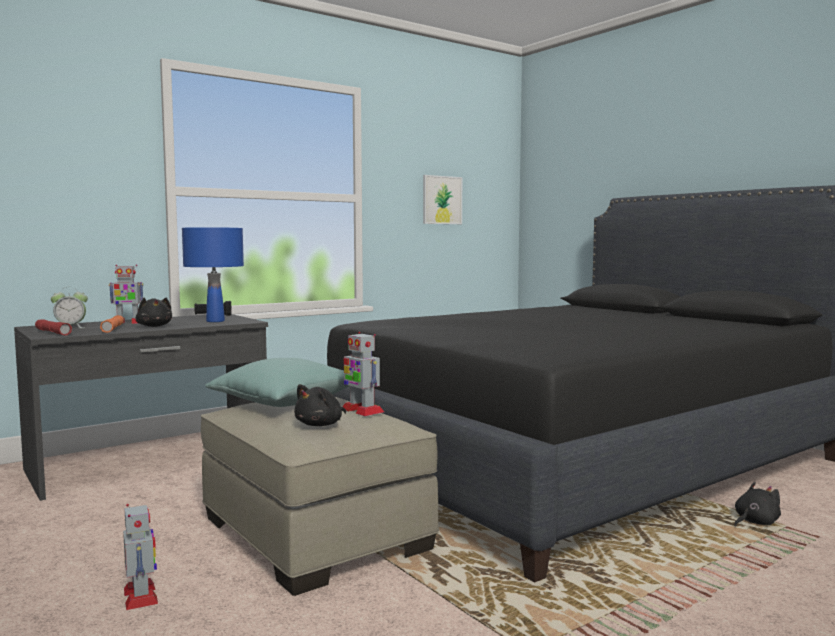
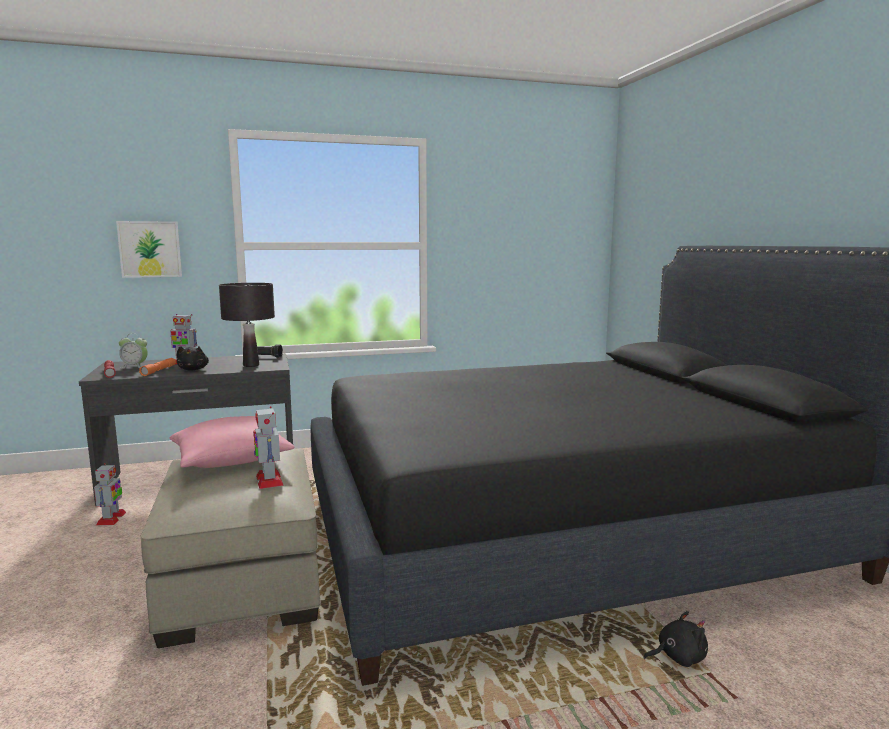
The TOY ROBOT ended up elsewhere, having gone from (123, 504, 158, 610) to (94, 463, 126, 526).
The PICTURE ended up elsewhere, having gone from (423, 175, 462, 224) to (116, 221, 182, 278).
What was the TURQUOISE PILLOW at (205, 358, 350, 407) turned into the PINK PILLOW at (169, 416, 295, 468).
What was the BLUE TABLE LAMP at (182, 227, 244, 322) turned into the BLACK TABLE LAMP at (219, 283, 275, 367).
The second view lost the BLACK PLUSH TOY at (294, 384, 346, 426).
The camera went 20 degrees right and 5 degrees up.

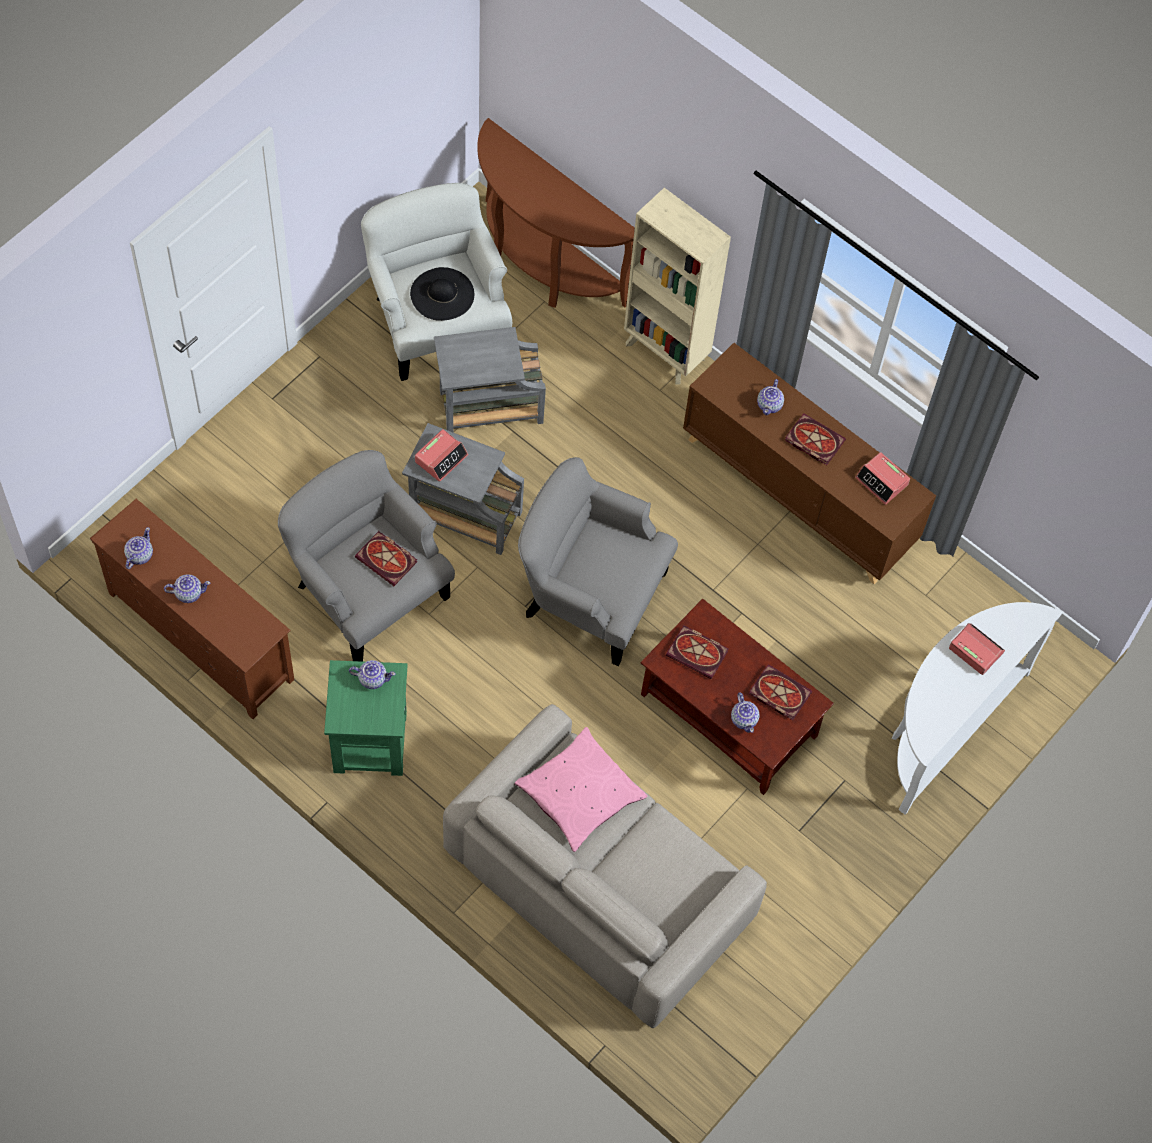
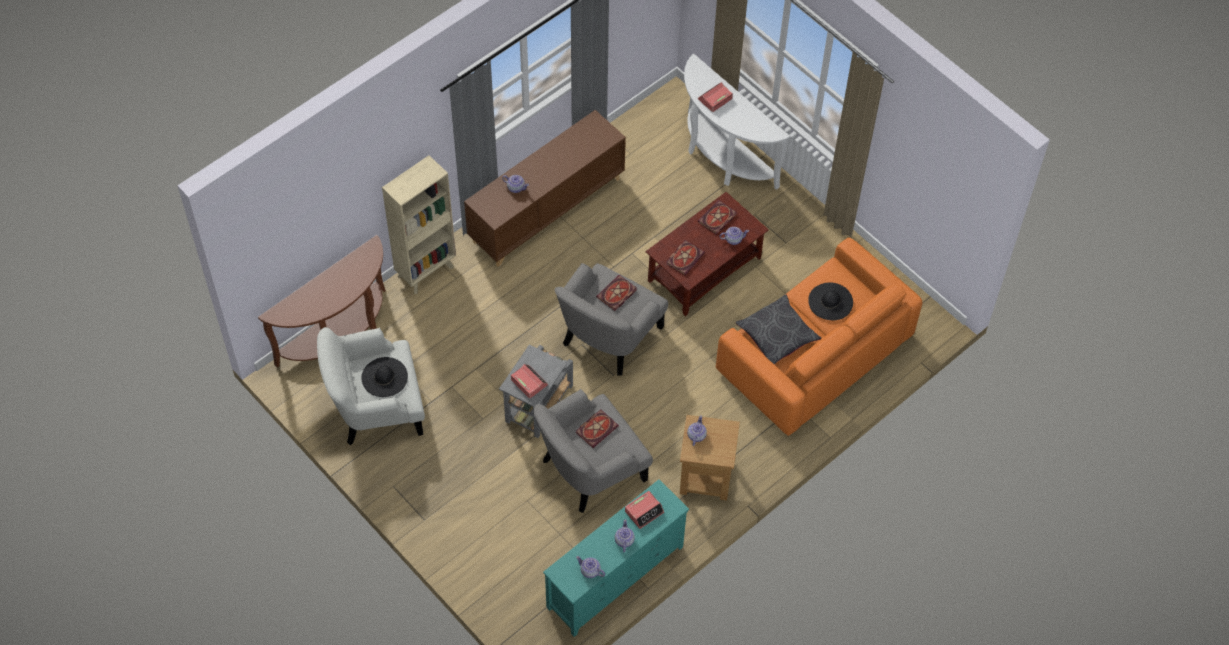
What was the BROWN TV STAND at (90, 499, 294, 719) turned into the TURQUOISE TV STAND at (543, 479, 689, 637).
The BOOK ended up elsewhere, having gone from (785, 413, 846, 465) to (596, 275, 637, 311).
The ALARM CLOCK ended up elsewhere, having gone from (855, 452, 910, 505) to (625, 491, 664, 529).
What was the GREEN SIDE TABLE at (324, 660, 408, 776) turned into the BROWN SIDE TABLE at (680, 415, 740, 500).
What was the BEIGE SOFA at (443, 704, 767, 1028) turned into the ORANGE SOFA at (716, 237, 922, 436).
What was the PINK PILLOW at (515, 727, 647, 852) turned into the GREY PILLOW at (736, 294, 821, 364).
The second view gained the BLACK HAT at (808, 283, 853, 320).
The second view lost the GREY SIDE TABLE at (434, 327, 546, 432).
The camera went 80 degrees left and 5 degrees down.

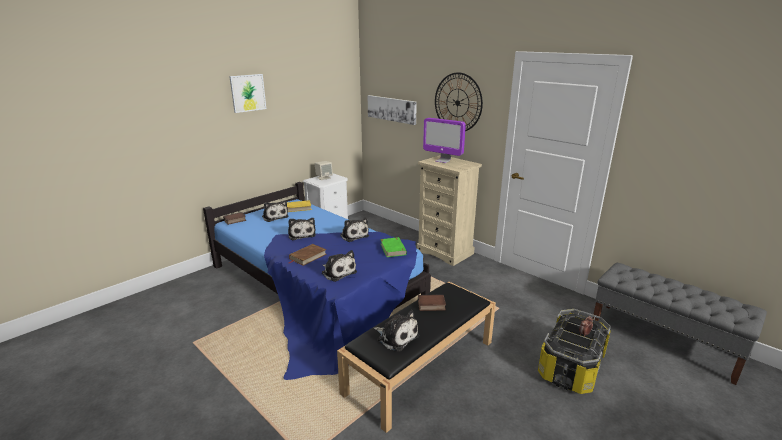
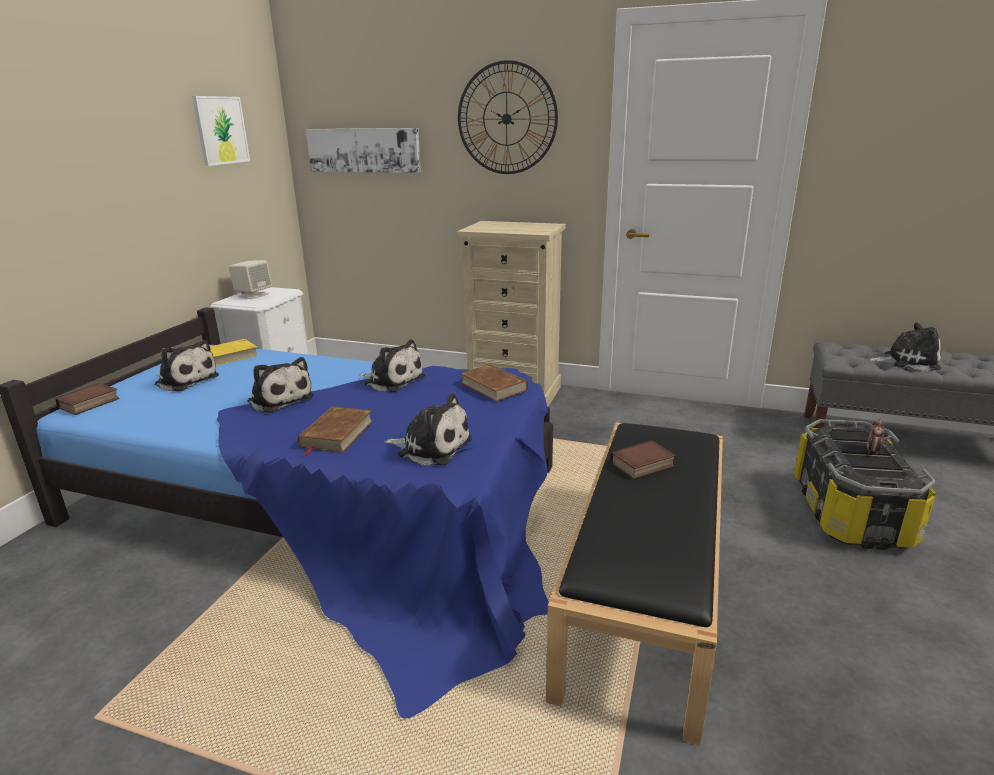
The PICTURE ended up elsewhere, having gone from (229, 74, 266, 113) to (192, 96, 250, 166).
What was the GREEN BOOK at (380, 237, 407, 257) turned into the BROWN BOOK at (460, 364, 528, 402).
The PLUSH TOY ended up elsewhere, having gone from (374, 310, 419, 352) to (869, 323, 941, 371).
The second view lost the MONITOR at (423, 118, 466, 163).
The camera went 25 degrees left and 0 degrees up.

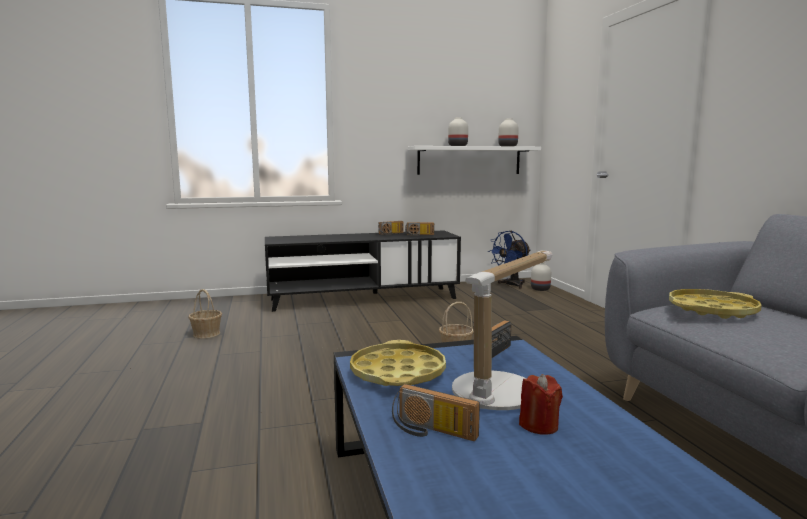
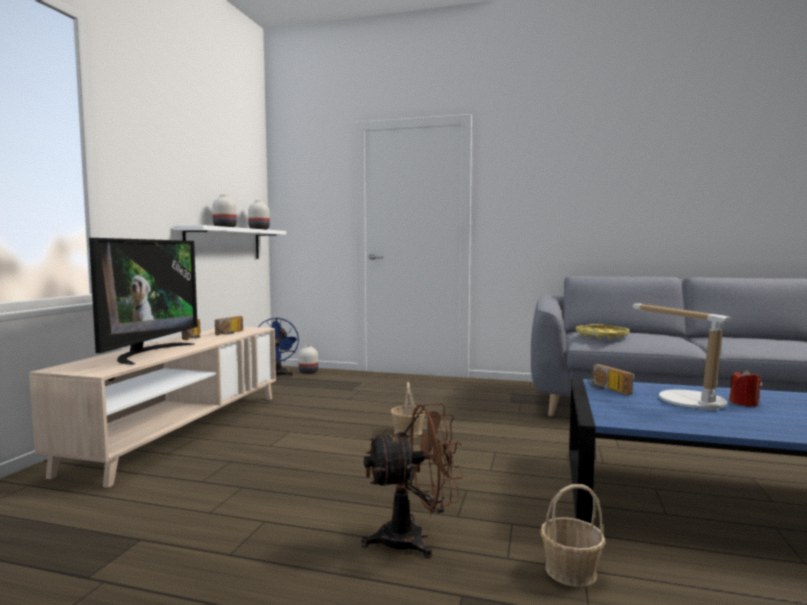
What was the BLACK TV STAND at (265, 230, 461, 312) turned into the BEIGE TV STAND at (29, 327, 276, 488).
The second view gained the TELEVISION at (89, 238, 198, 365).
The second view gained the BROWN FAN at (361, 403, 464, 558).
The BASKET ended up elsewhere, having gone from (188, 289, 222, 339) to (541, 484, 605, 587).
The second view lost the YELLOW TRAY at (350, 340, 446, 386).
The second view lost the RADIO at (392, 384, 480, 441).
The camera went 60 degrees left and 5 degrees down.

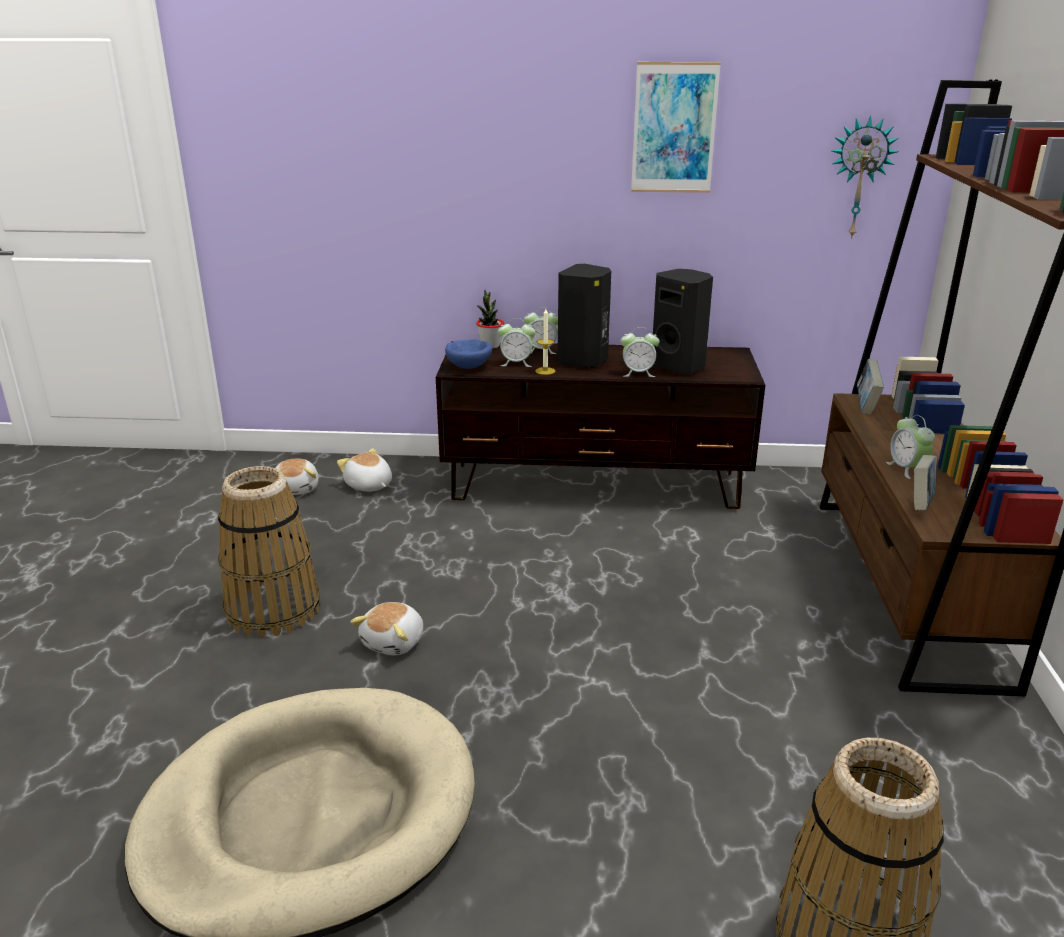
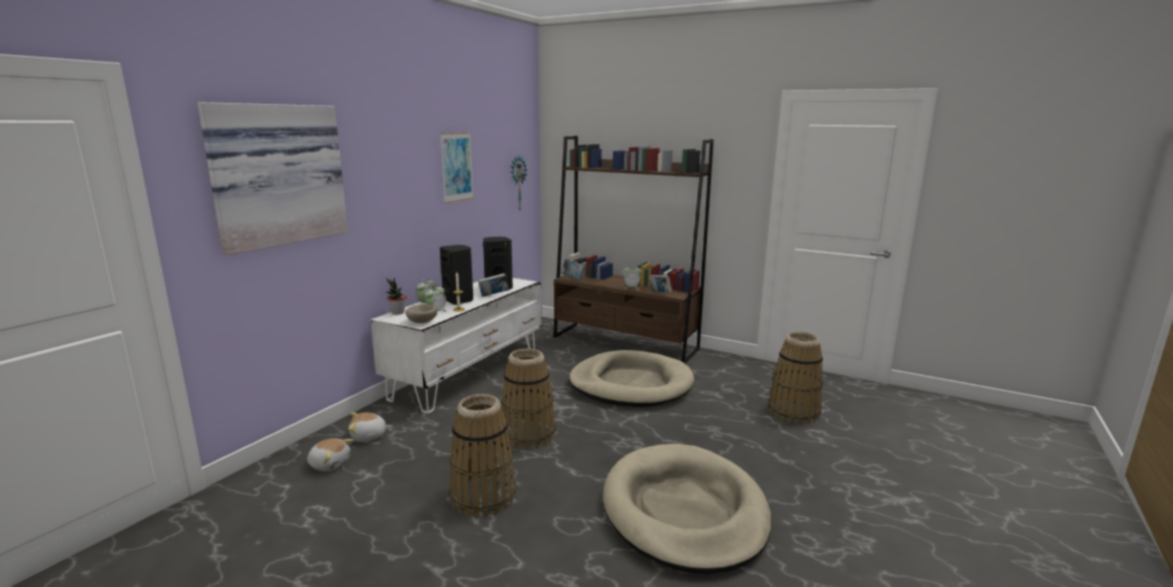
The second view gained the PICTURE at (197, 102, 348, 255).
What was the BROWN TV STAND at (436, 341, 765, 509) turned into the WHITE TV STAND at (371, 278, 542, 414).
What was the BLUE BOWL at (445, 339, 492, 369) turned into the BEIGE BOWL at (405, 304, 437, 323).
Where the ALARM CLOCK stood at (621, 327, 660, 377), the BOOK came to stand at (478, 273, 508, 297).
The second view gained the BASKET at (501, 348, 556, 450).
The second view gained the BEIGE DOG BED at (569, 350, 694, 407).
The second view lost the PLUSH TOY at (350, 602, 423, 656).
The camera went 65 degrees left and 10 degrees down.

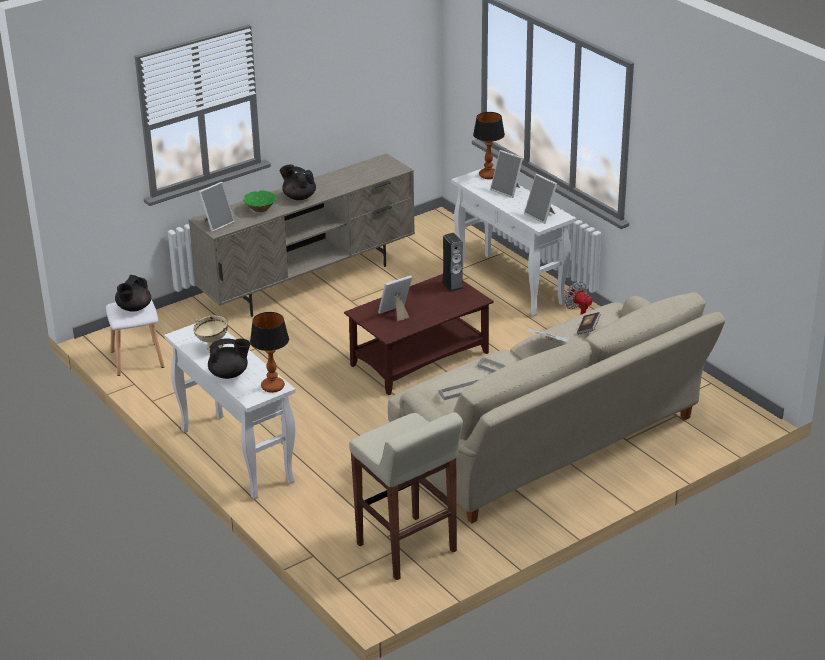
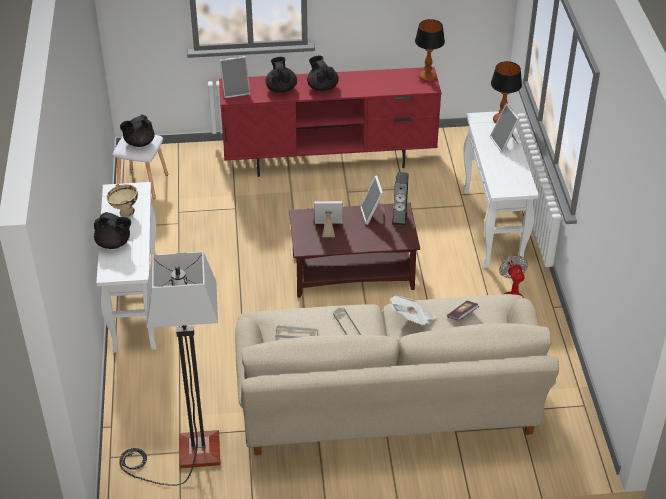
Where the BEIGE STOOL stood at (349, 412, 463, 580), the FLOOR LAMP came to stand at (119, 251, 221, 486).
What was the BEIGE TV STAND at (188, 153, 415, 317) turned into the RED TV STAND at (219, 67, 442, 177).
Where the GREEN BOWL stood at (243, 190, 276, 212), the BLACK TEAPOT came to stand at (265, 57, 297, 93).
The PICTURE FRAME ended up elsewhere, having gone from (524, 174, 557, 224) to (360, 176, 387, 225).
The TABLE LAMP ended up elsewhere, having gone from (250, 312, 289, 393) to (415, 19, 445, 82).
The camera went 30 degrees right and 10 degrees up.

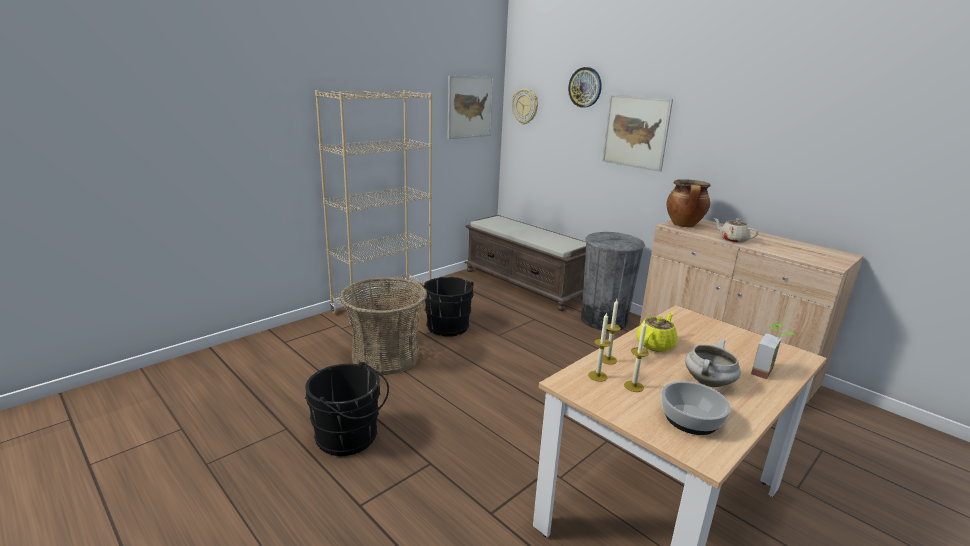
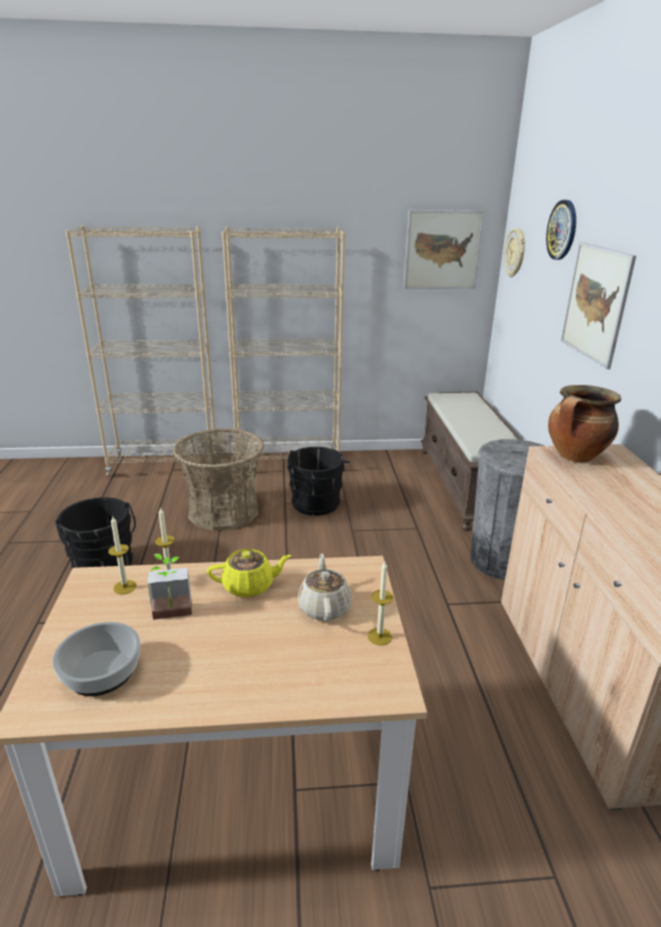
The second view gained the BEIGE BOOKCASE at (65, 226, 218, 477).
The POTTED PLANT ended up elsewhere, having gone from (751, 323, 795, 379) to (148, 554, 192, 620).
The BEIGE TEAPOT ended up elsewhere, having gone from (714, 218, 758, 243) to (297, 553, 352, 621).
The CANDLE ended up elsewhere, having gone from (624, 322, 649, 392) to (368, 562, 393, 646).
The second view lost the WHITE COOKING POT at (685, 339, 741, 387).
The camera went 40 degrees right and 5 degrees up.

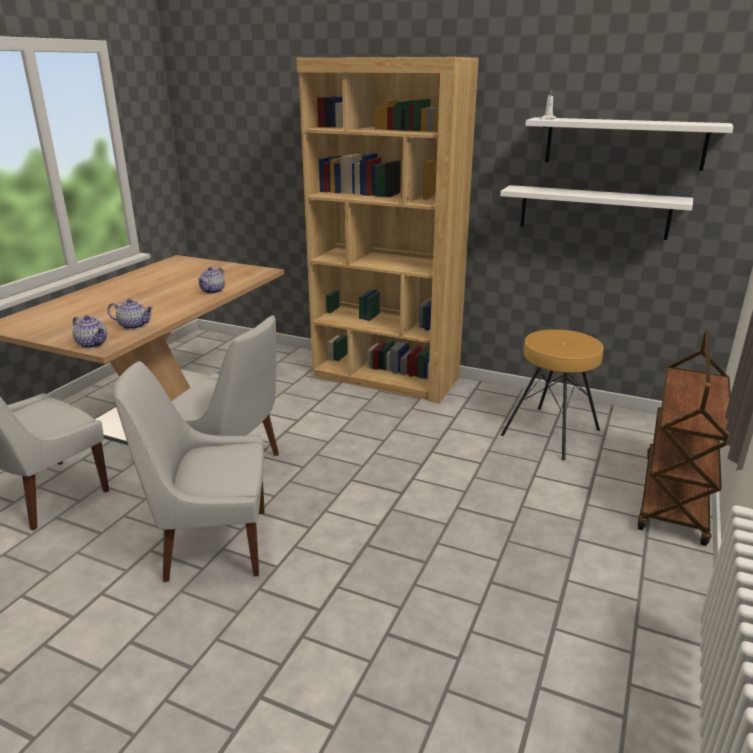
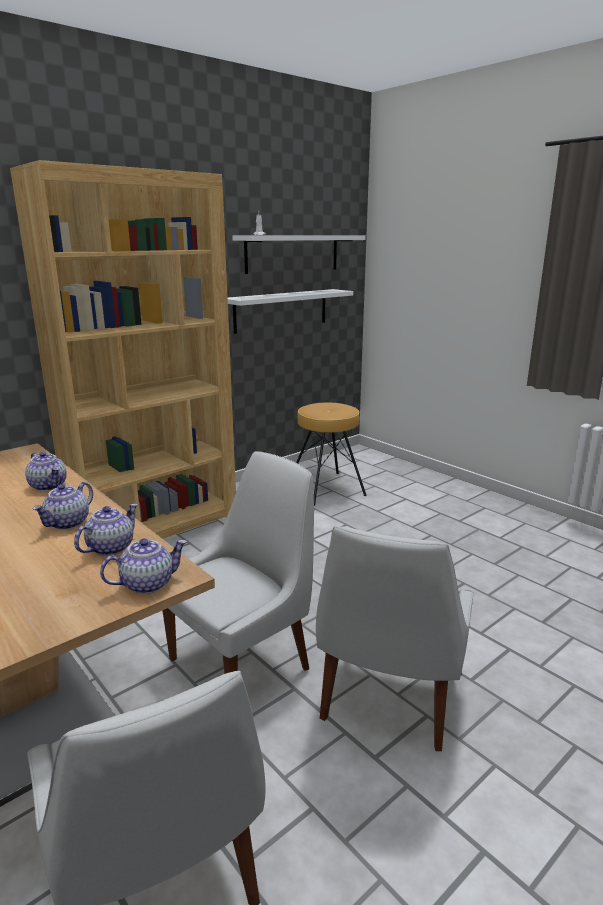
The second view gained the TEAPOT at (33, 482, 93, 530).
The second view lost the BROWN CART at (637, 330, 731, 546).
The camera went 65 degrees left and 5 degrees down.

